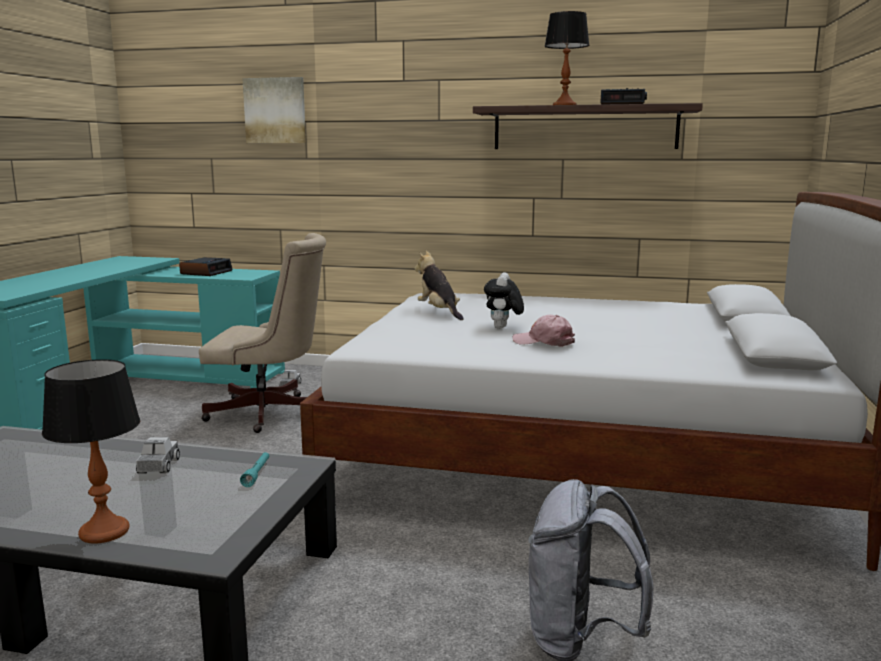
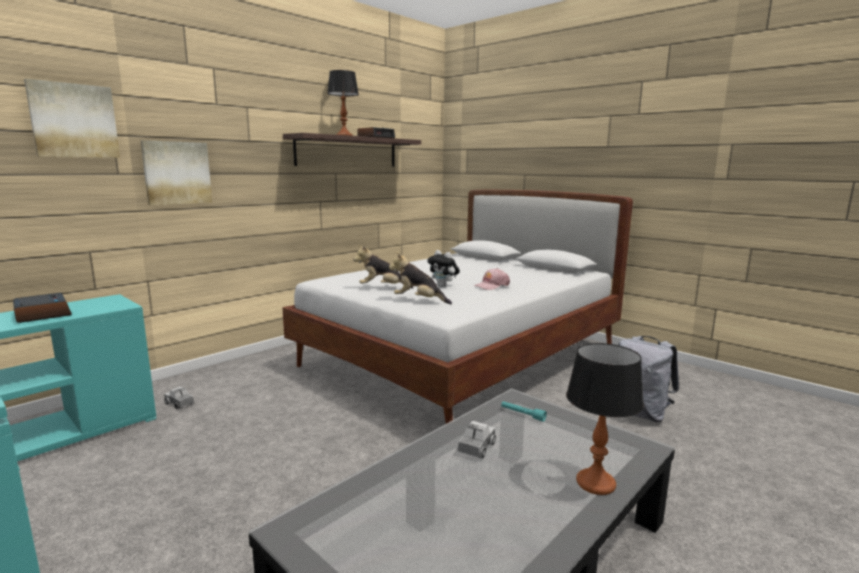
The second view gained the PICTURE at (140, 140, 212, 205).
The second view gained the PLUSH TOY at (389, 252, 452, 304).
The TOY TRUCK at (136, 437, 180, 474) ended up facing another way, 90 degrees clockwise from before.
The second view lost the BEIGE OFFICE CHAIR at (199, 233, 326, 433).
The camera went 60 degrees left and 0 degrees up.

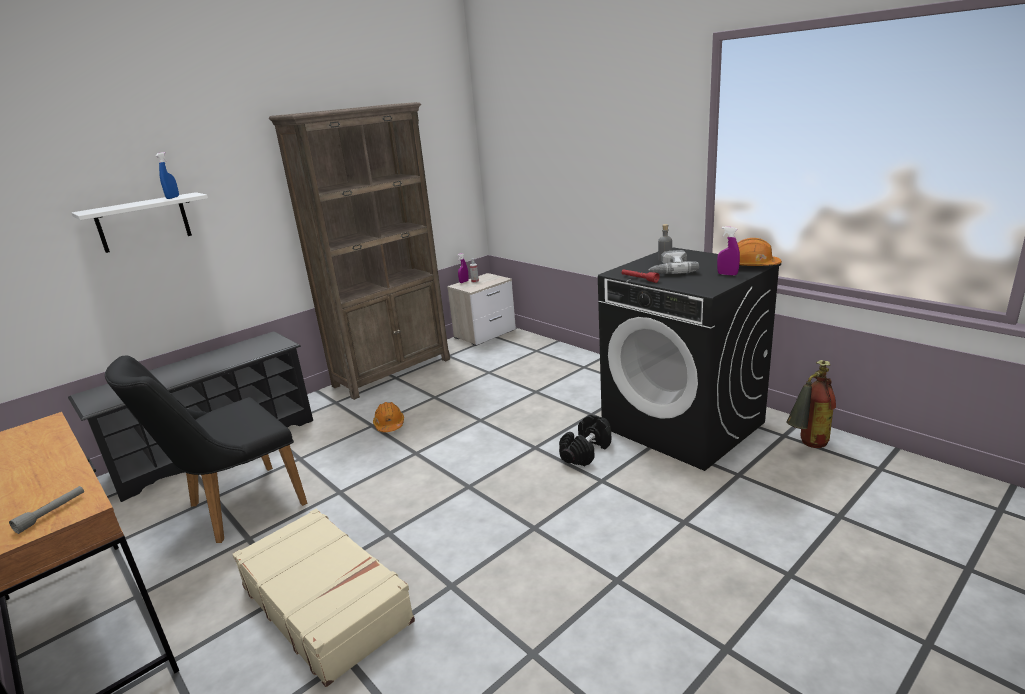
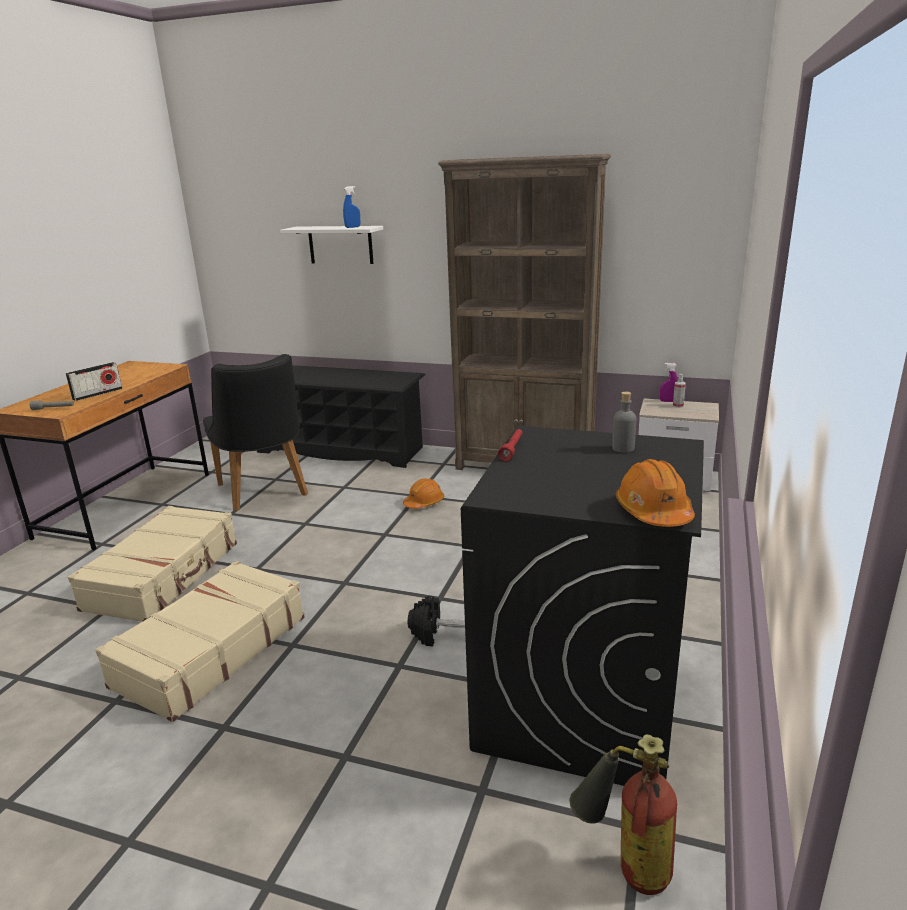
The second view gained the RADIO at (66, 362, 122, 401).
The second view gained the BEIGE SUITCASE at (95, 561, 305, 722).
The BLACK CHAIR at (105, 355, 307, 543) ended up facing another way, 135 degrees counterclockwise from before.
The second view lost the POWER DRILL at (648, 250, 699, 274).
The second view lost the PURPLE SPRAY BOTTLE at (717, 227, 740, 276).
The camera went 60 degrees right and 0 degrees up.

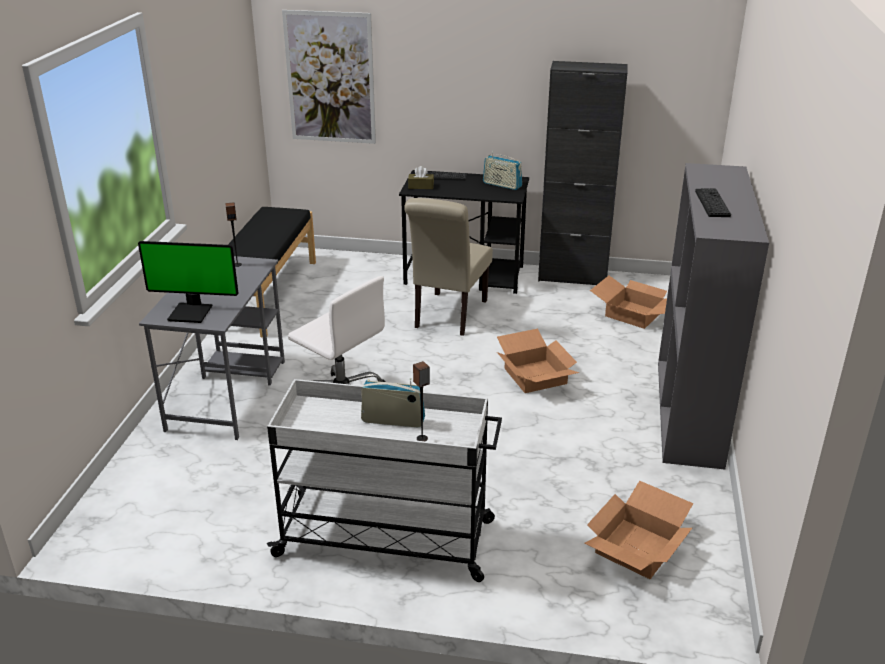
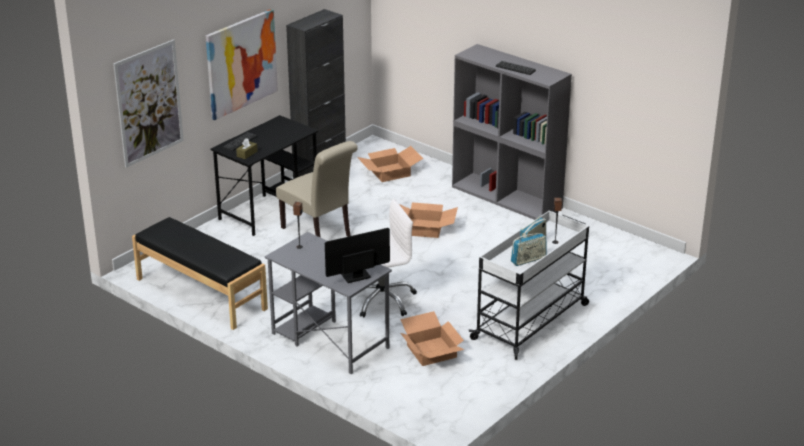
The second view gained the PICTURE at (206, 9, 278, 120).
The MONITOR at (138, 241, 239, 323) ended up facing another way, 150 degrees counterclockwise from before.
The CARDBOARD BOX ended up elsewhere, having gone from (584, 481, 693, 579) to (400, 311, 465, 366).
The RADIO ended up elsewhere, having gone from (483, 151, 522, 190) to (511, 233, 547, 266).
The camera went 60 degrees left and 0 degrees up.

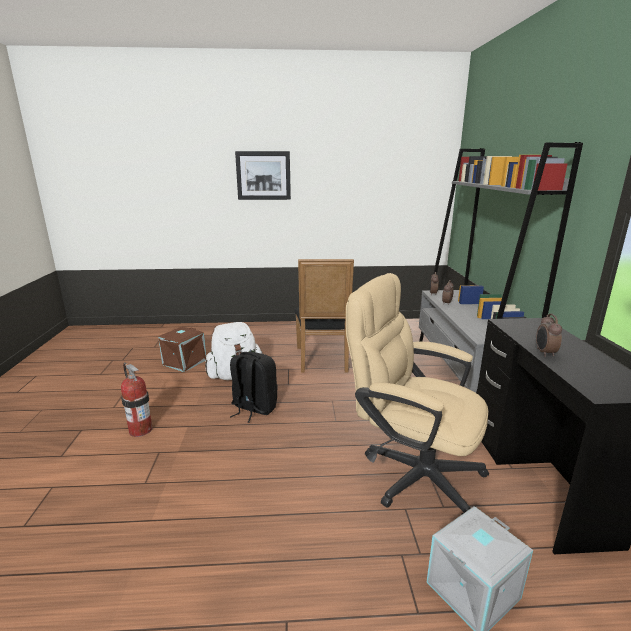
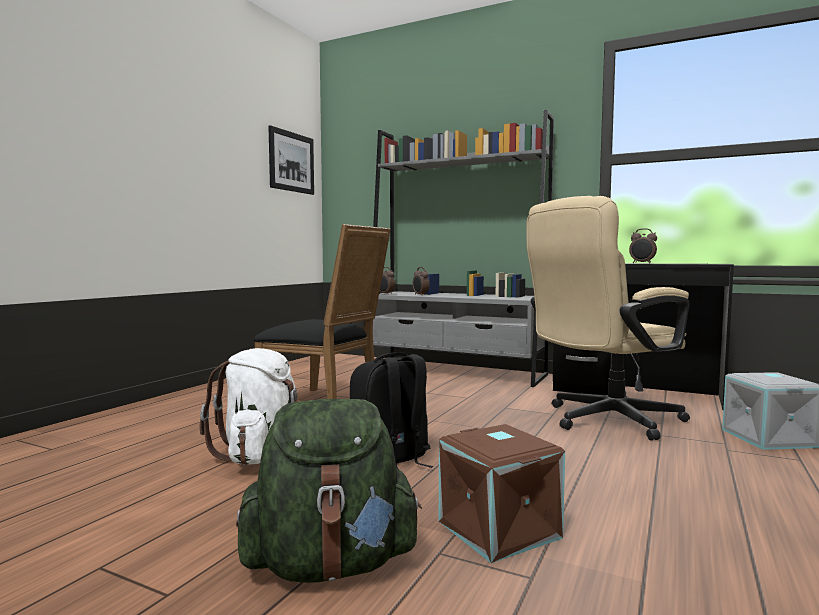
Where the FIRE EXTINGUISHER stood at (121, 362, 153, 437), the GREEN BACKPACK came to stand at (236, 399, 422, 583).
The PICTURE ended up elsewhere, having gone from (235, 151, 291, 200) to (268, 125, 314, 195).
The BROWN STORAGE BOX ended up elsewhere, having gone from (158, 326, 206, 372) to (439, 424, 565, 563).
The camera went 60 degrees left and 15 degrees down.

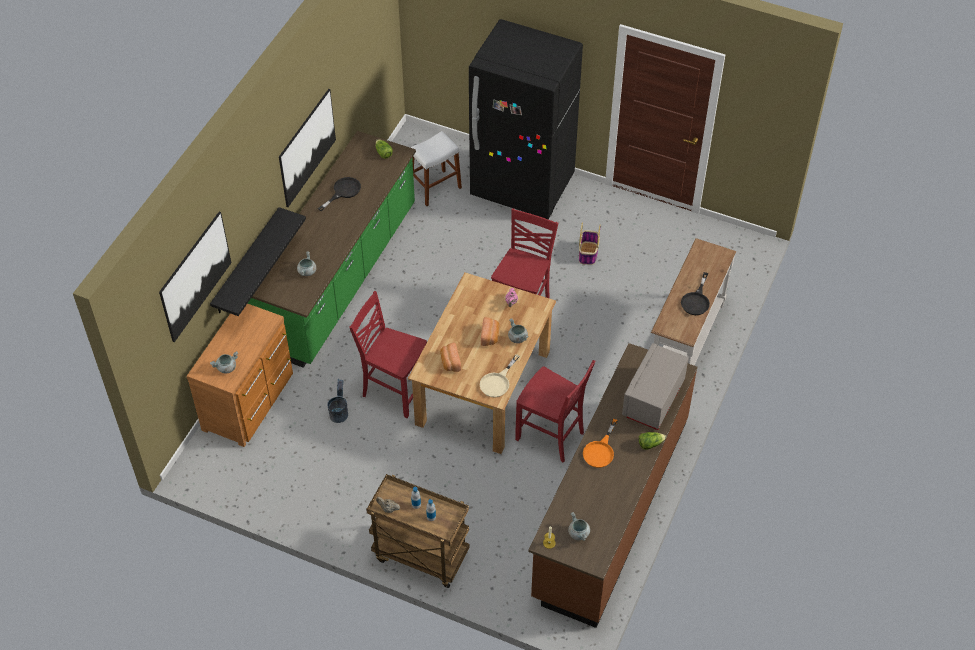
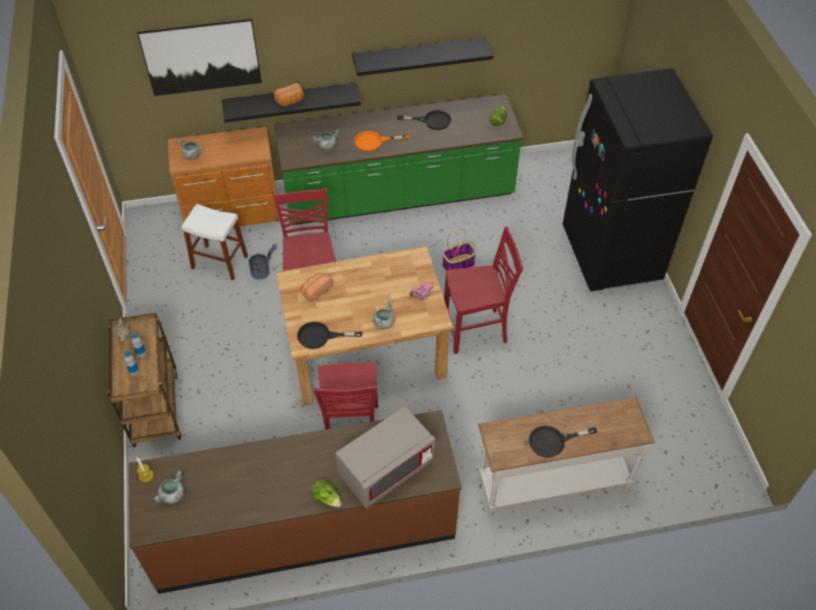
The WHITE STOOL ended up elsewhere, having gone from (410, 131, 462, 206) to (182, 204, 248, 280).
The BREAD ended up elsewhere, having gone from (481, 317, 499, 346) to (274, 83, 304, 106).
What was the BEIGE FRYING PAN at (480, 354, 520, 398) turned into the BLACK FRYING PAN at (297, 322, 362, 349).
The GREY MICROWAVE at (622, 343, 689, 430) ended up facing another way, 150 degrees clockwise from before.
Where the PICTURE hung at (279, 89, 336, 207), the BLACK SHELF came to hang at (352, 37, 493, 76).
The ORANGE FRYING PAN ended up elsewhere, having gone from (583, 419, 618, 468) to (354, 131, 409, 151).
The BASKET ended up elsewhere, having gone from (579, 222, 600, 265) to (442, 229, 476, 270).
The camera went 55 degrees right and 0 degrees up.

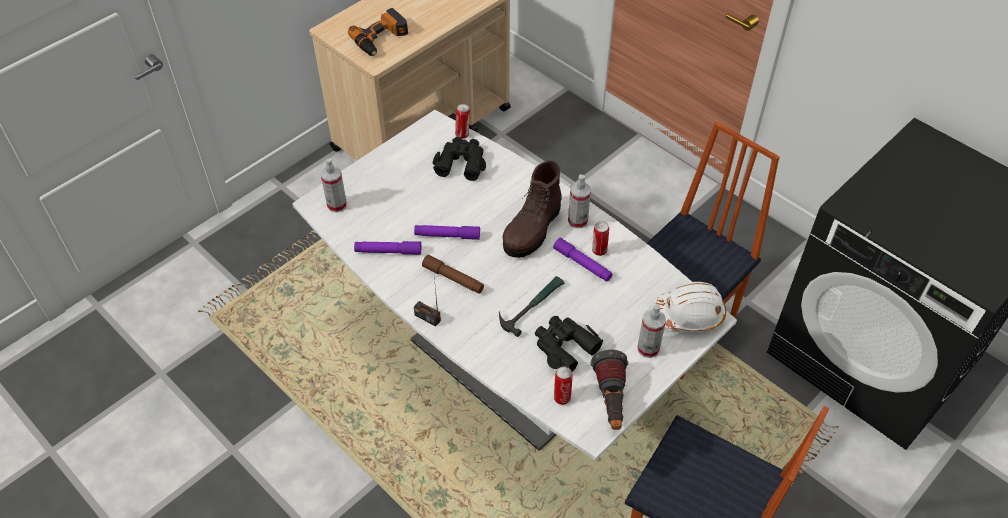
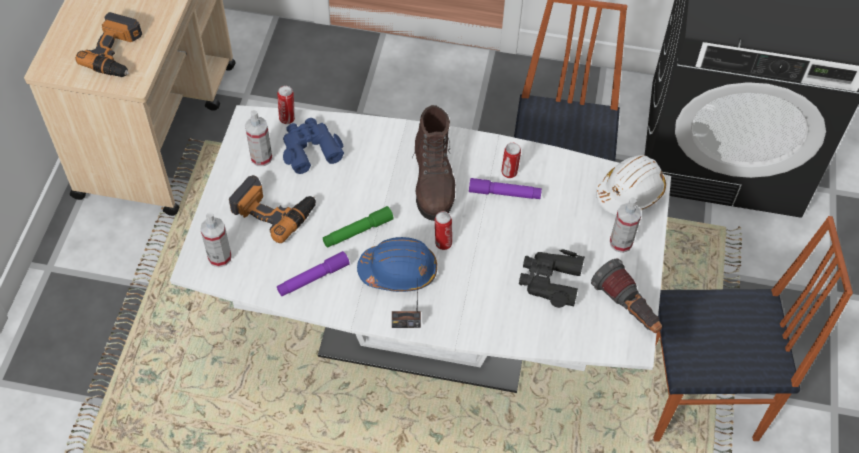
The second view gained the POWER DRILL at (229, 175, 316, 243).
The SPRAY BOTTLE ended up elsewhere, having gone from (568, 174, 591, 228) to (245, 110, 273, 166).
What was the BLACK BINOCULARS at (433, 137, 486, 181) turned into the BLUE BINOCULARS at (283, 118, 344, 174).
What was the PURPLE FLASHLIGHT at (414, 225, 480, 240) turned into the GREEN FLASHLIGHT at (323, 206, 394, 248).
Where the BROWN FLASHLIGHT stood at (422, 255, 484, 294), the BLUE HARD HAT came to stand at (357, 237, 437, 292).
The CAN ended up elsewhere, having gone from (554, 366, 573, 405) to (435, 211, 452, 250).
The second view lost the HAMMER at (499, 276, 564, 337).
The camera went 35 degrees left and 5 degrees up.

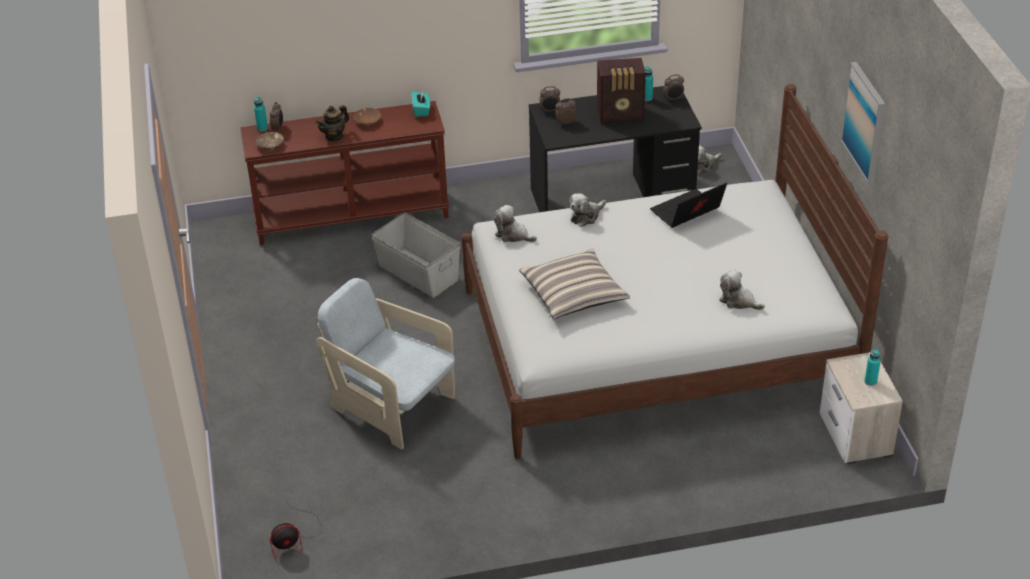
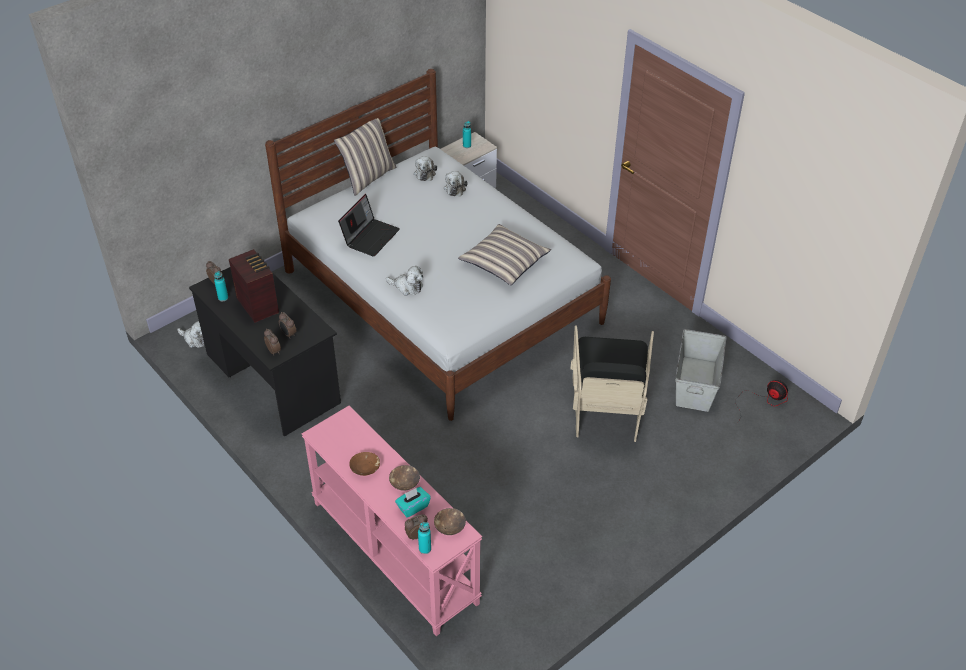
What was the BROWN CONSOLE TABLE at (240, 101, 449, 245) turned into the PINK CONSOLE TABLE at (302, 406, 482, 636).
The second view gained the PILLOW at (334, 118, 397, 196).
The LAPTOP at (650, 182, 727, 228) ended up facing another way, 90 degrees counterclockwise from before.
Where the TEAPOT stood at (316, 105, 349, 142), the BROWN BOWL came to stand at (389, 465, 420, 491).
The TURQUOISE TISSUE BOX ended up elsewhere, having gone from (411, 91, 430, 117) to (395, 487, 431, 518).
The PLUSH TOY ended up elsewhere, having gone from (494, 205, 537, 242) to (414, 156, 437, 181).
What was the BEIGE ARMCHAIR at (316, 278, 455, 450) turned into the BLACK ARMCHAIR at (571, 326, 654, 442).
The GREY STORAGE BOX ended up elsewhere, having gone from (371, 212, 460, 298) to (675, 329, 727, 412).
The second view lost the PICTURE at (841, 62, 885, 183).
The camera went 120 degrees left and 5 degrees up.

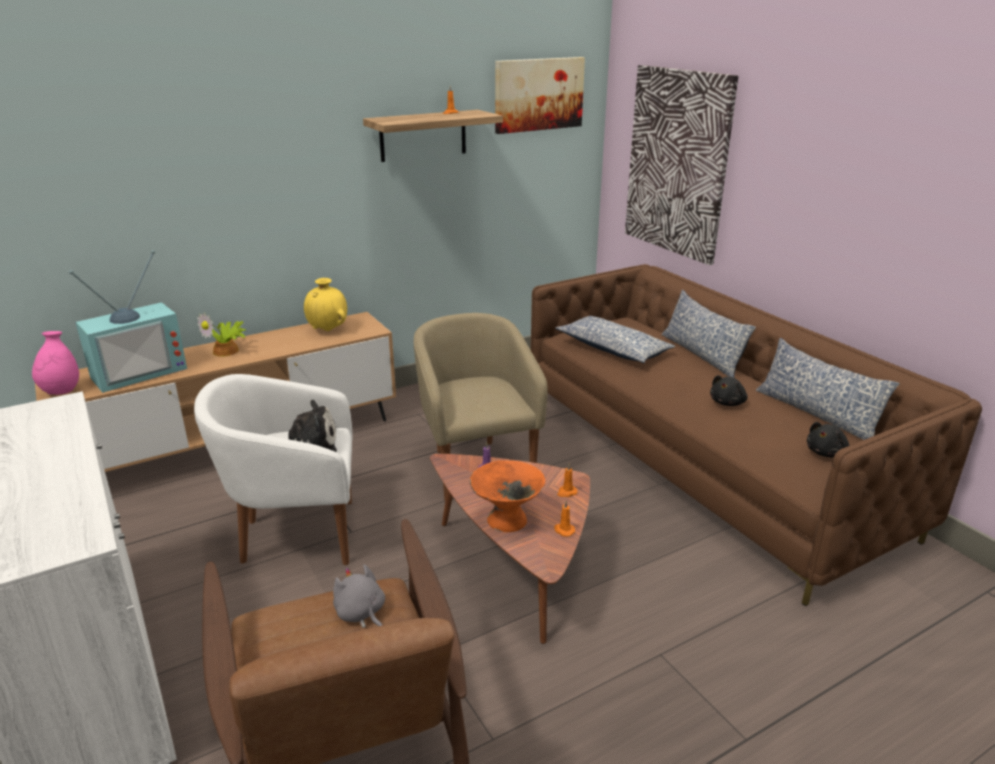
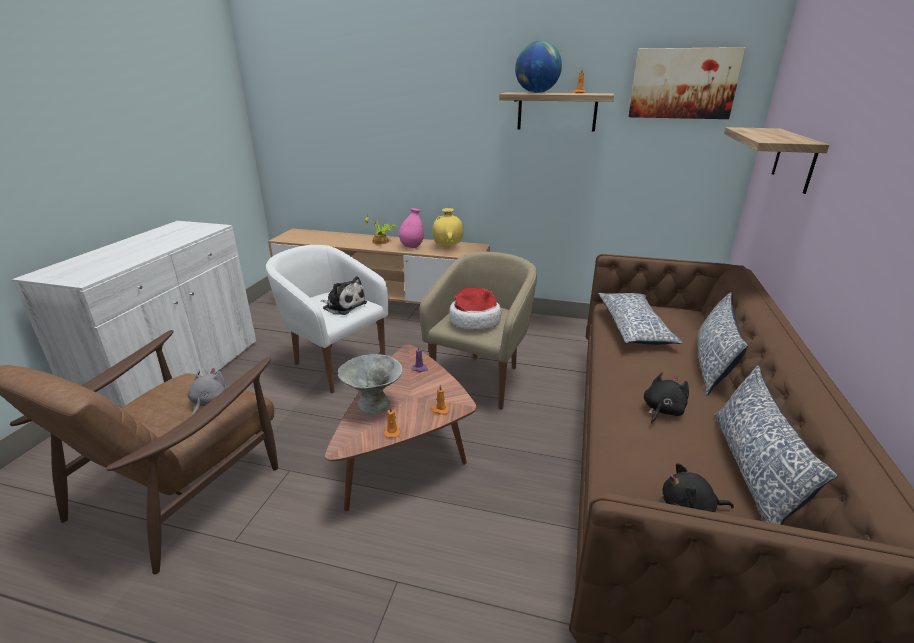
What was the ORANGE BOWL at (470, 460, 545, 532) turned into the GREY BOWL at (338, 354, 403, 415).
The PINK VASE ended up elsewhere, having gone from (32, 331, 79, 395) to (399, 208, 424, 248).
The second view gained the HAT at (449, 288, 501, 330).
The second view gained the GLOBE at (515, 41, 562, 93).
The BLACK PLUSH TOY at (710, 375, 748, 406) ended up facing another way, 135 degrees clockwise from before.
Where the PICTURE hung at (625, 65, 739, 265), the SHELF came to hang at (724, 127, 829, 194).
The second view lost the TELEVISION at (69, 250, 187, 393).
The camera went 45 degrees right and 0 degrees up.

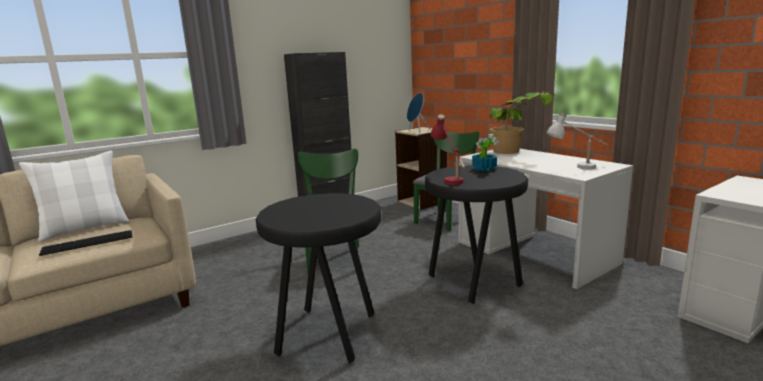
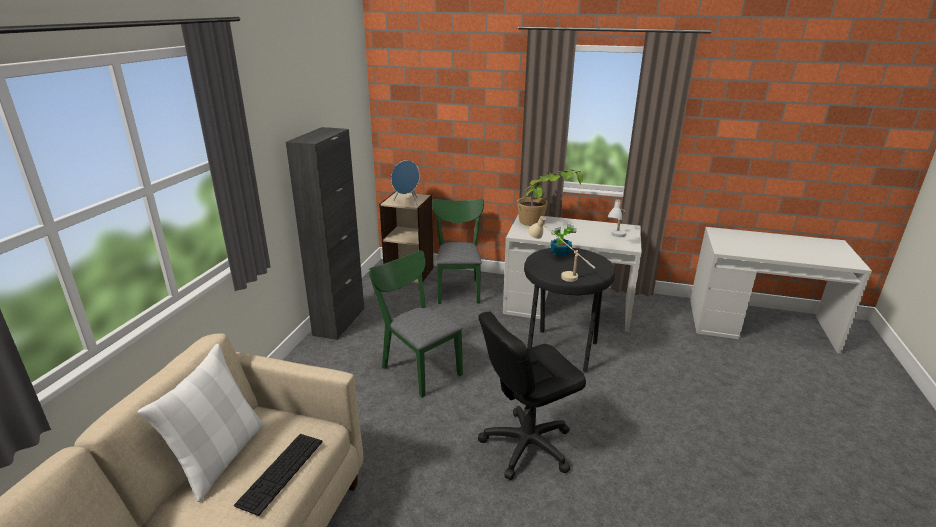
Where the BLACK STOOL stood at (256, 193, 381, 363), the BLACK OFFICE CHAIR came to stand at (478, 311, 586, 480).
What was the RED TABLE LAMP at (430, 115, 465, 185) turned into the BEIGE TABLE LAMP at (528, 216, 595, 282).
The camera went 40 degrees left and 10 degrees up.

